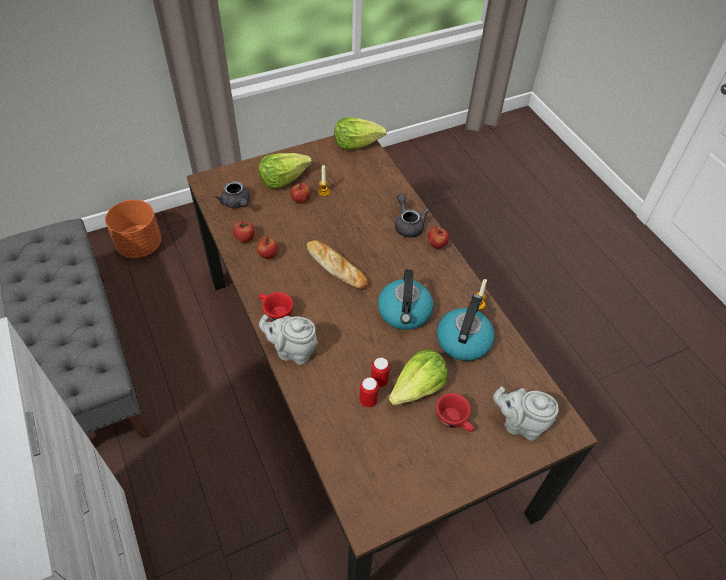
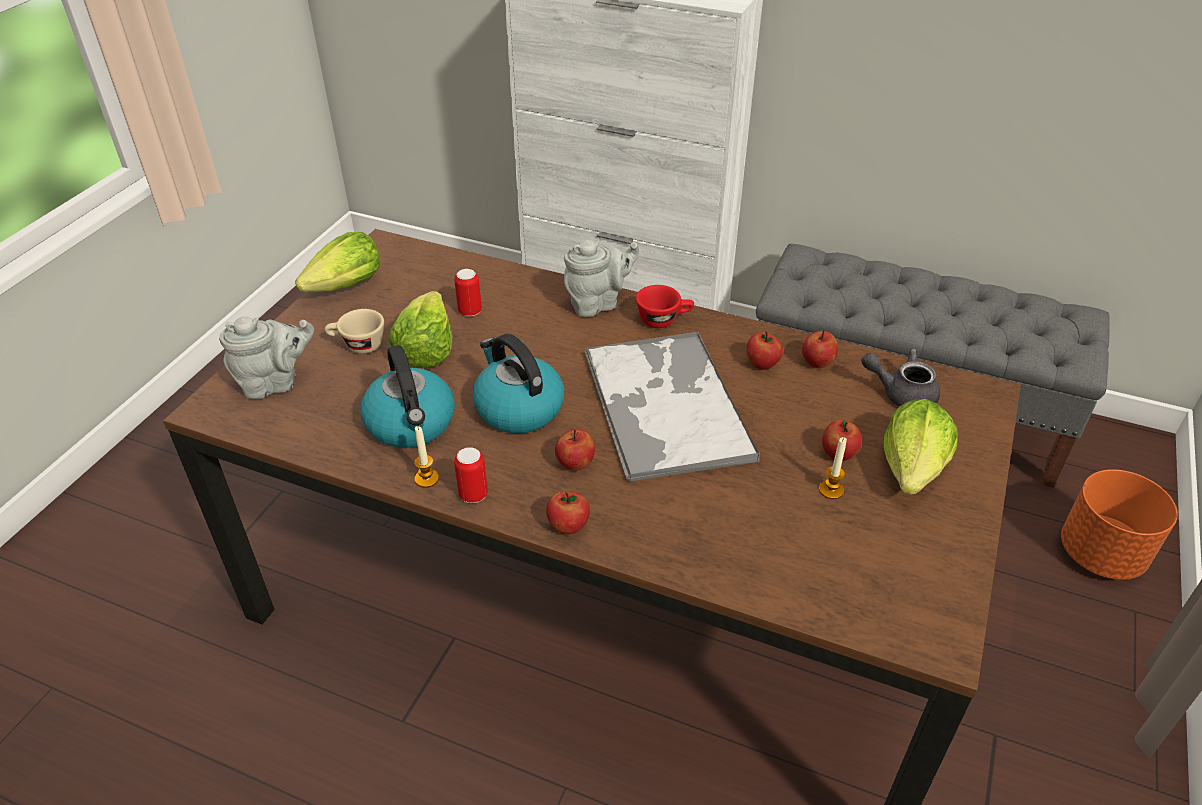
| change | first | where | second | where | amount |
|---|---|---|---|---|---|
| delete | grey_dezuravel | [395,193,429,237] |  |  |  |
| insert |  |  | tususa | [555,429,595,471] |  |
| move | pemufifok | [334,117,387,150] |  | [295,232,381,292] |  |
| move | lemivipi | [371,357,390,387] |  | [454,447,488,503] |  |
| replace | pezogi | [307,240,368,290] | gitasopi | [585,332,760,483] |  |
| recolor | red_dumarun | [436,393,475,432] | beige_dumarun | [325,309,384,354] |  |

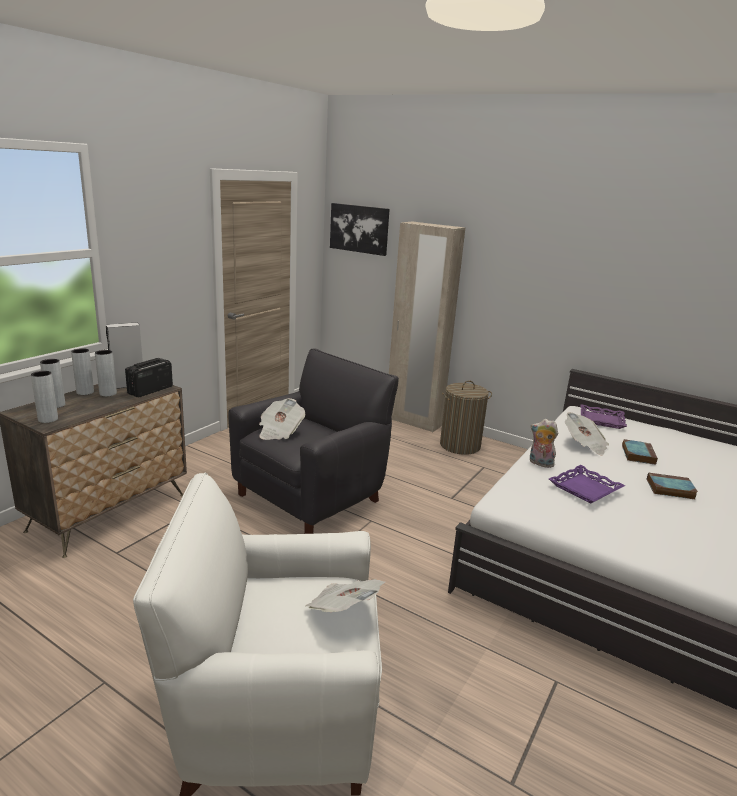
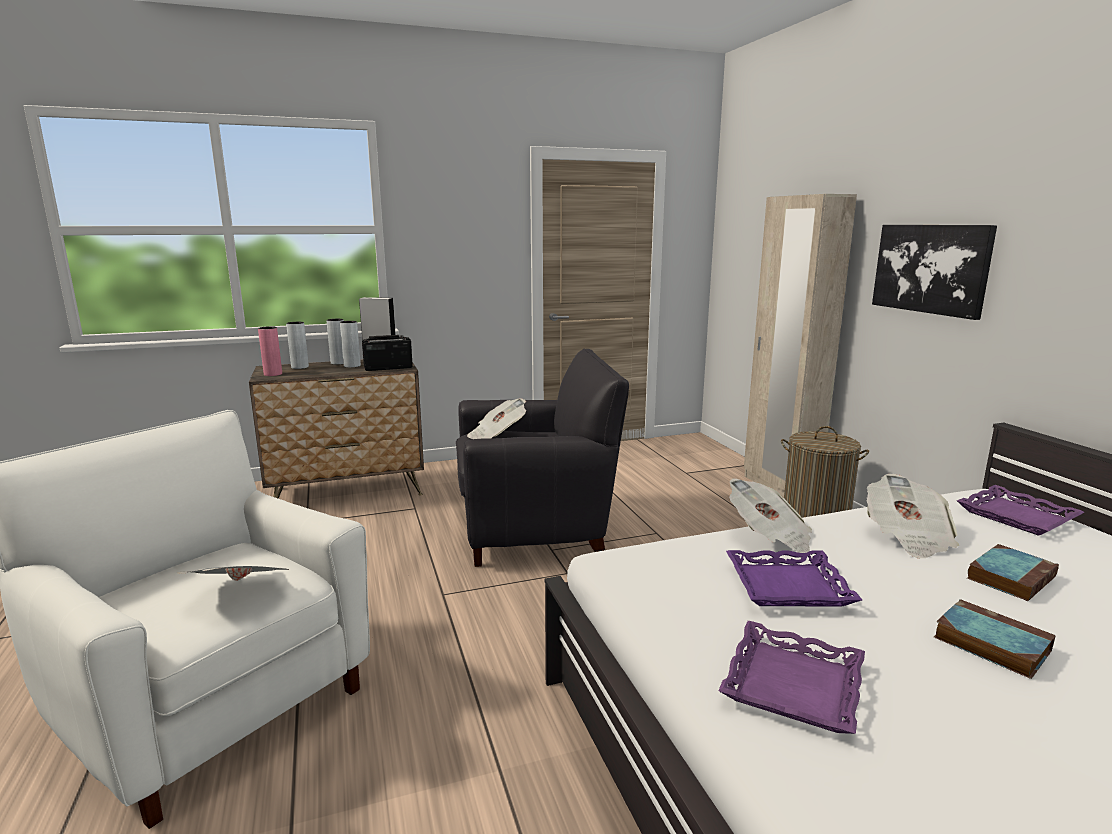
| change | first | where | second | where | amount |
|---|---|---|---|---|---|
| insert |  |  | purple_gitasopi | [718,621,865,734] |  |
| move | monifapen | [330,203,390,256] |  | [872,225,997,320] |  |
| replace | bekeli | [530,419,558,468] | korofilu | [729,478,812,553] |  |
| recolor | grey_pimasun | [31,371,58,423] | pink_pimasun | [258,326,282,376] |  |

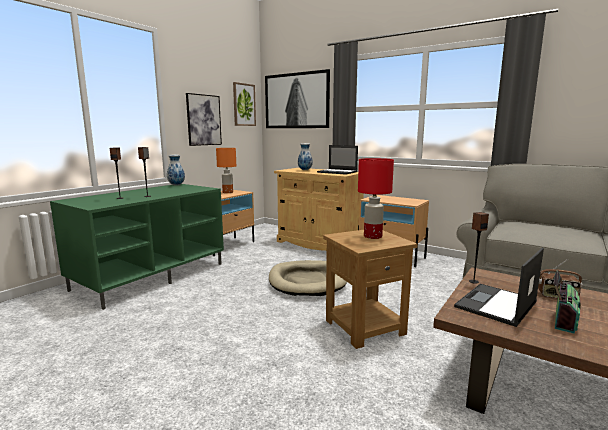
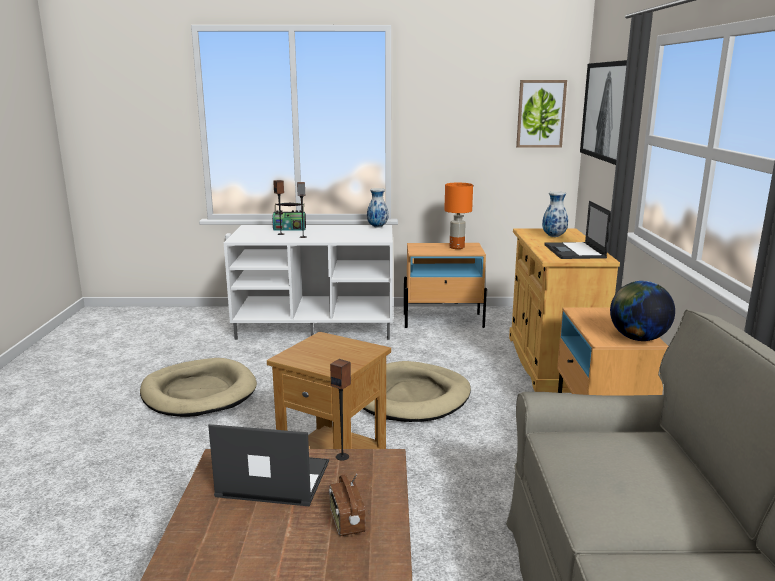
| change | first | where | second | where | amount |
|---|---|---|---|---|---|
| delete | monifapen | [186,93,222,146] |  |  |  |
| delete | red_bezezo | [358,158,394,239] |  |  |  |
| insert |  |  | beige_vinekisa | [140,358,257,417] |  |
| insert |  |  | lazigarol | [610,281,675,341] |  |
| move | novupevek | [553,270,581,334] |  | [272,203,306,231] |  |
| recolor | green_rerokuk | [50,184,224,310] | white_rerokuk | [224,225,393,340] |  |

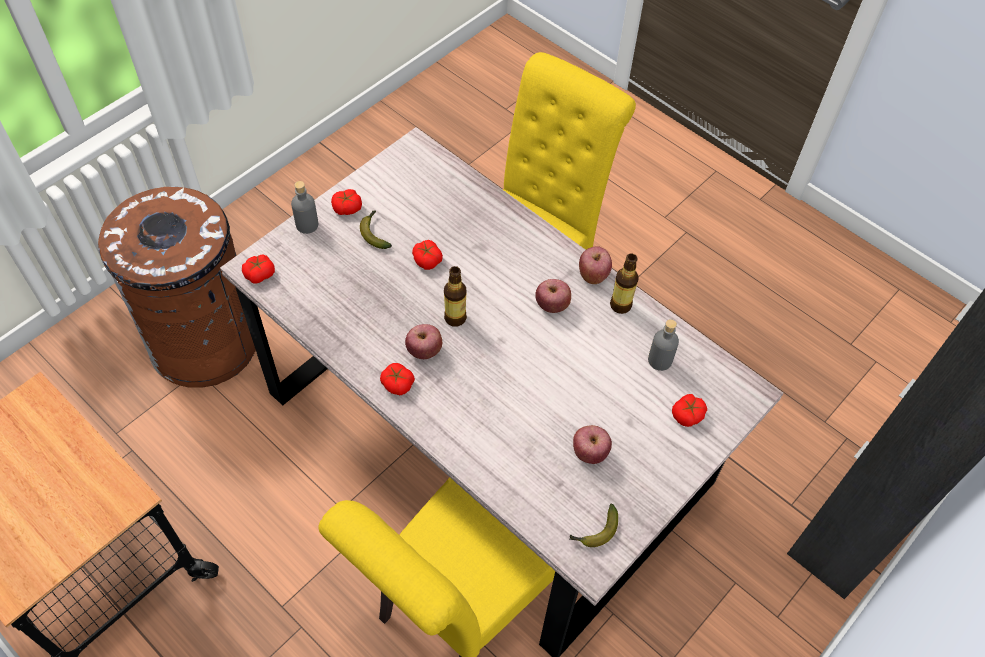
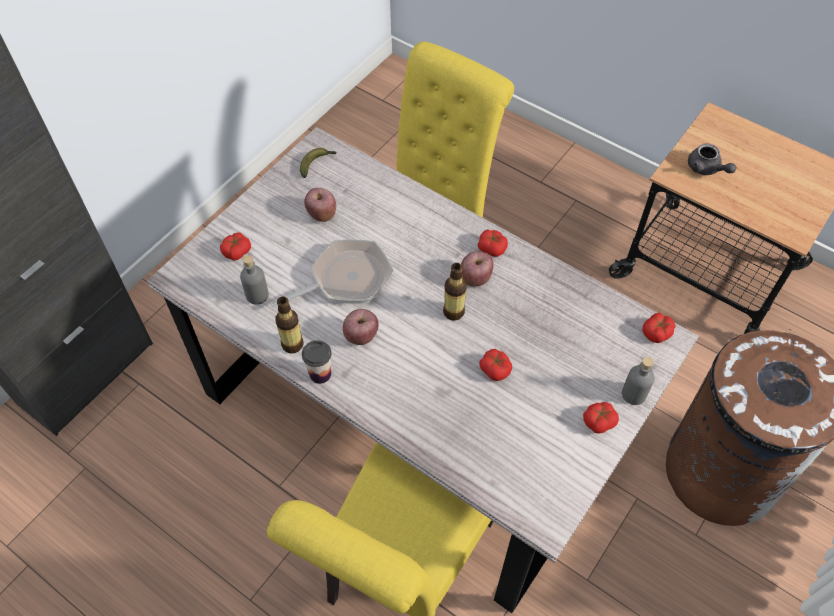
| change | first | where | second | where | amount |
|---|---|---|---|---|---|
| delete | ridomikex | [360,210,392,249] |  |  |  |
| insert |  |  | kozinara | [270,239,394,307] |  |
| insert |  |  | grey_dezuravel | [688,144,736,175] |  |
| replace | tususa | [579,246,612,284] | dumarun | [302,340,332,384] |  |

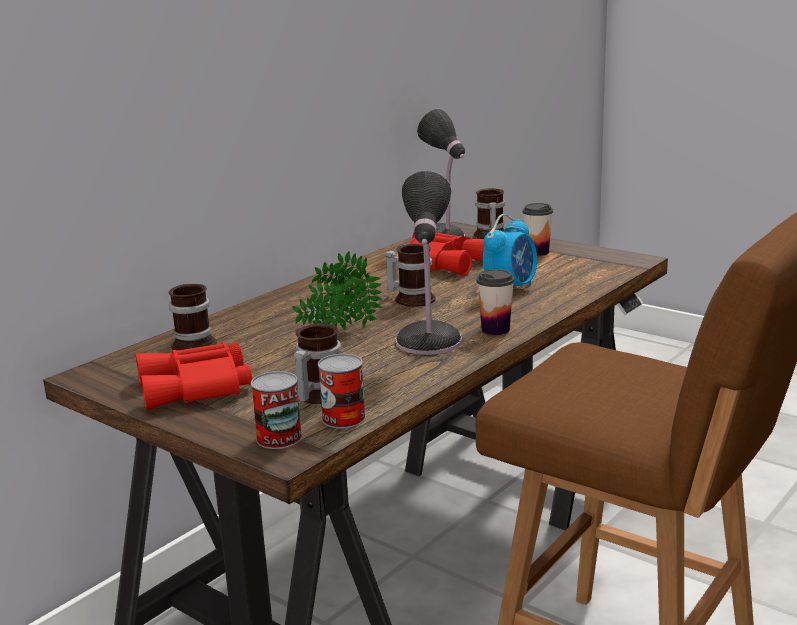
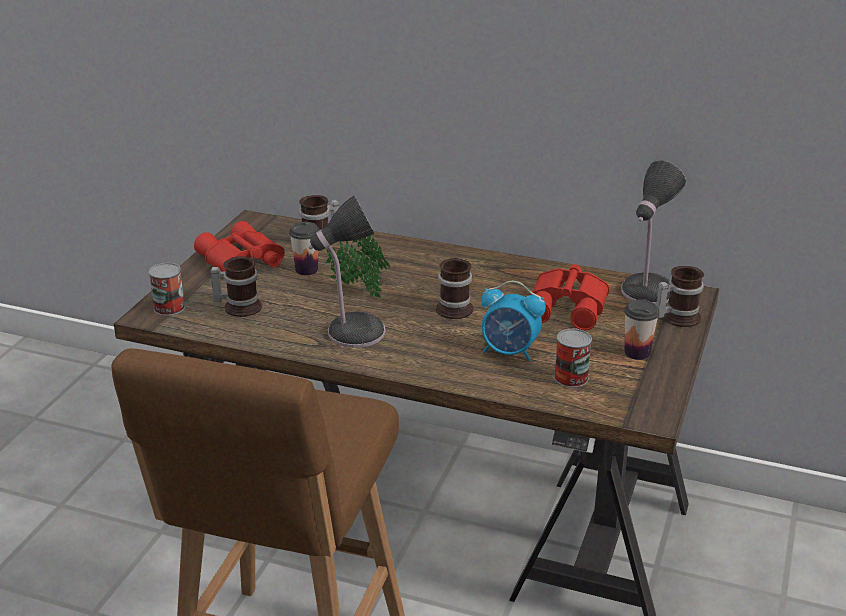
| change | first | where | second | where | amount |
|---|---|---|---|---|---|
| move | lemivipi | [318,354,366,429] |  | [554,329,592,387] |  |
| move | dumarun | [476,269,514,335] |  | [289,222,320,275] |  |

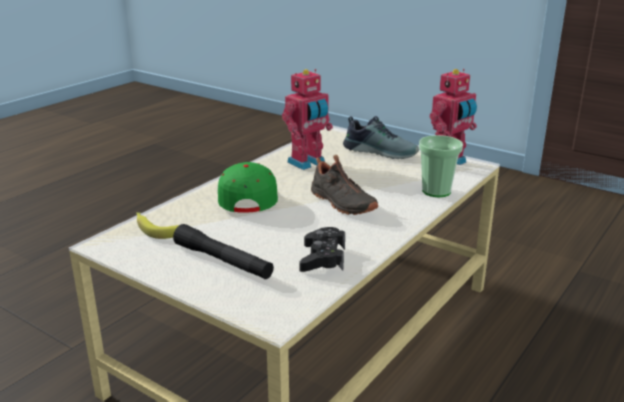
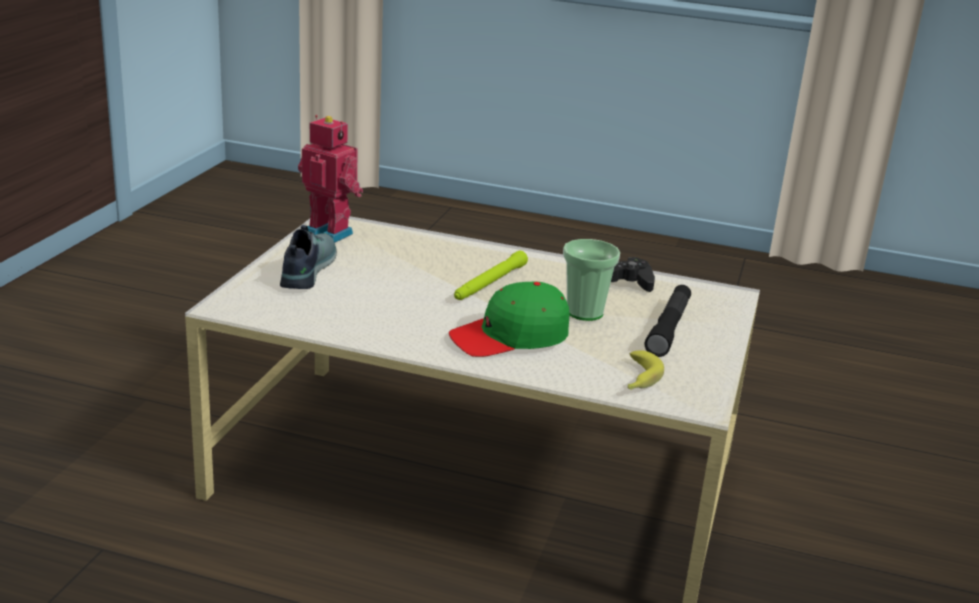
| change | first | where | second | where | amount |
|---|---|---|---|---|---|
| delete | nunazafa | [282,69,333,170] |  |  |  |
| move | dumarun | [419,135,463,197] |  | [563,239,620,321] |  |
| replace | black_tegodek | [311,154,378,215] | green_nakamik | [454,251,528,300] |  |

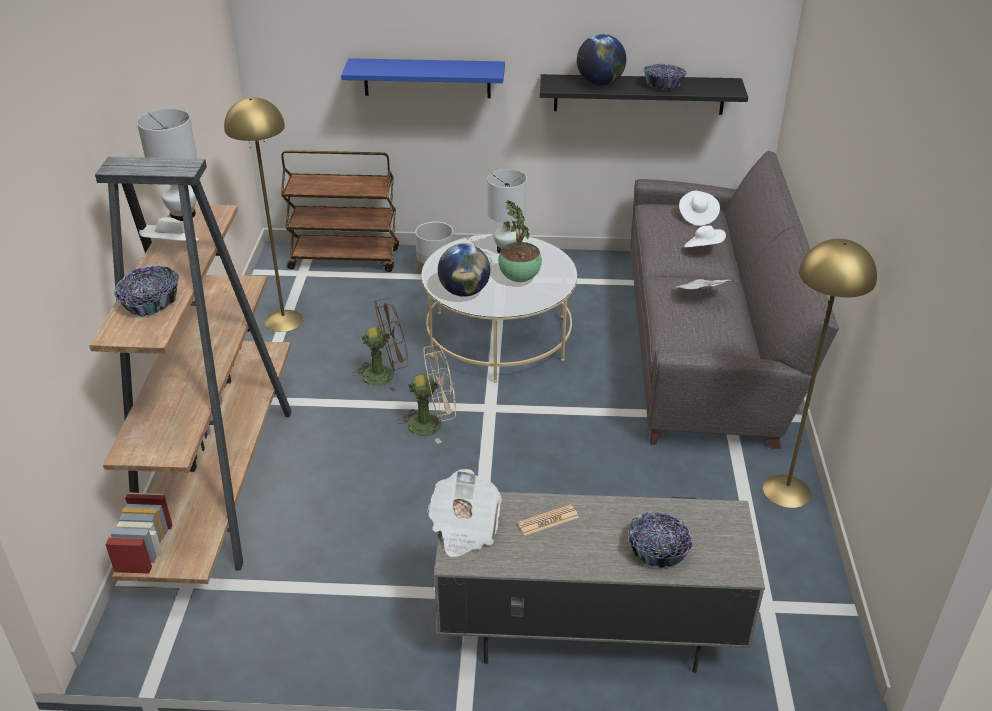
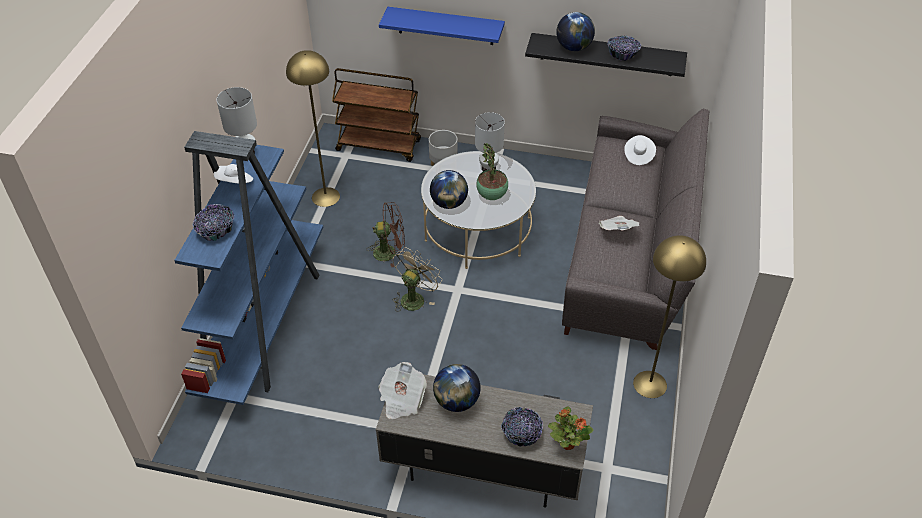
| change | first | where | second | where | amount |
|---|---|---|---|---|---|
| delete | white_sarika | [684,225,726,247] |  |  |  |
| insert |  |  | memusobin | [548,406,593,450] |  |
| replace | korofilu | [517,504,579,536] | lazigarol | [433,364,481,412] |  |
| recolor | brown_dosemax | [89,157,292,584] | blue_dosemax | [174,131,323,405] |  |
| rotate | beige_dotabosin | [397,345,456,444] |  | [393,247,442,312] | 60 degrees counterclockwise |

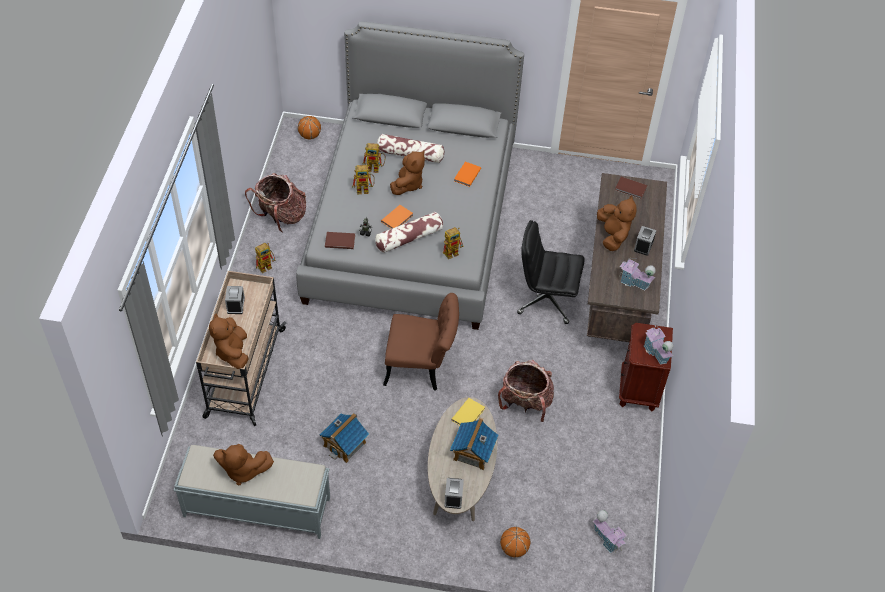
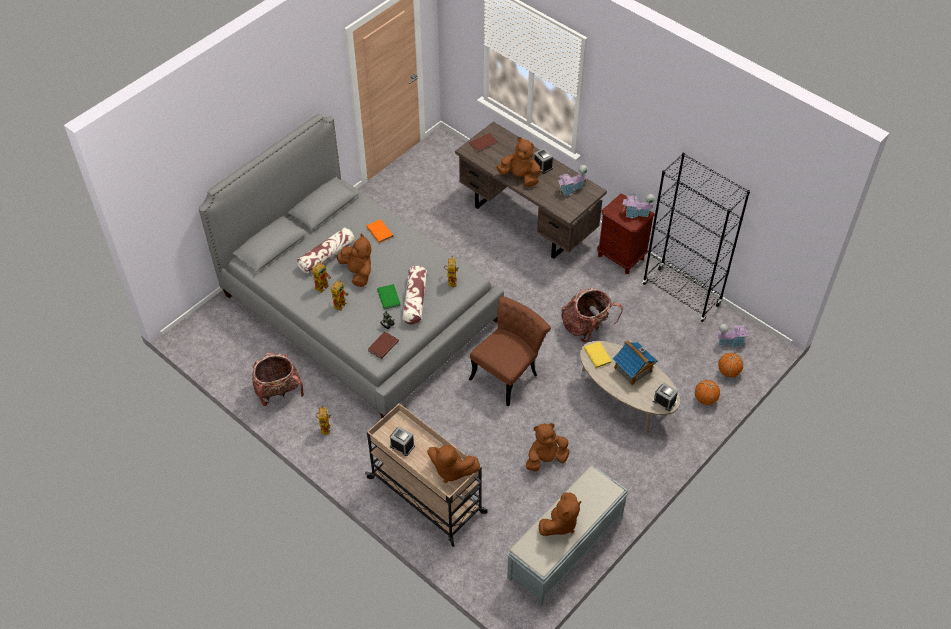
| change | first | where | second | where | amount |
|---|---|---|---|---|---|
| delete | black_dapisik | [517,220,584,324] |  |  |  |
| insert |  |  | black_dosemax | [643,153,750,322] |  |
| move | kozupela | [298,116,321,139] |  | [718,353,743,377] |  |
| replace | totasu | [319,413,369,463] | brown_bekeli | [526,423,570,471] |  |
| recolor | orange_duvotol | [381,205,413,229] | green_duvotol | [377,284,401,310] |  |

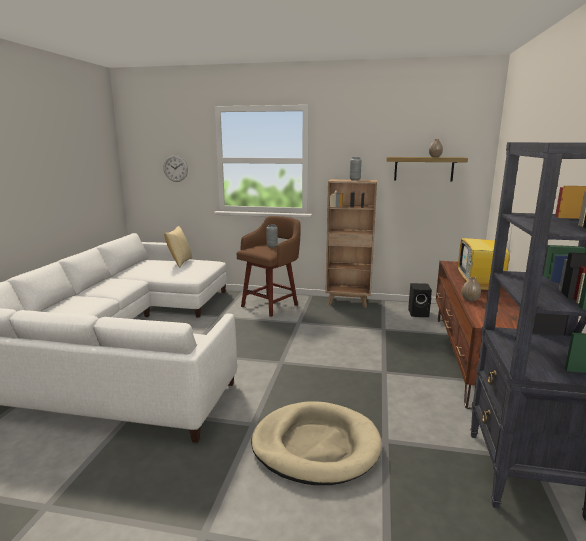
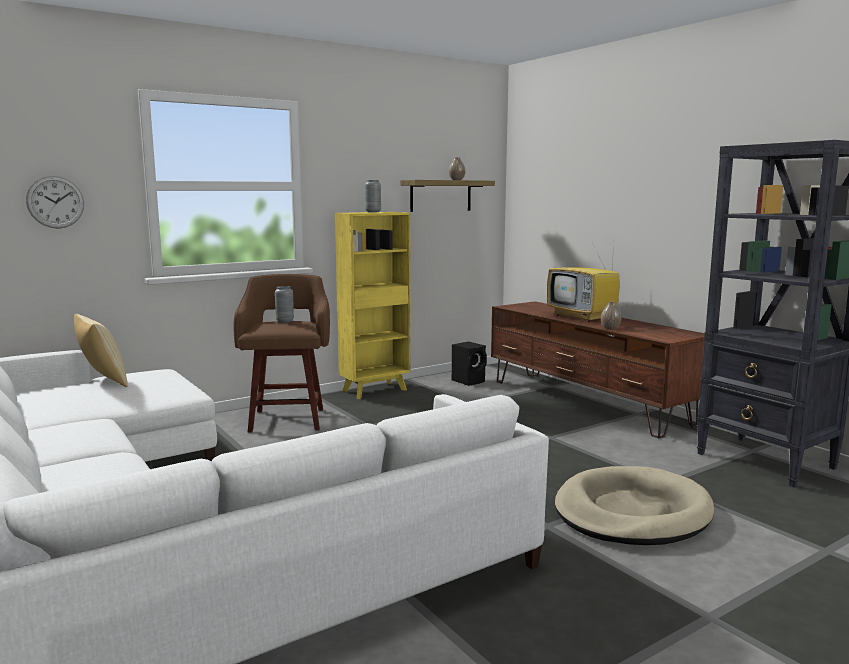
| change | first | where | second | where | amount |
|---|---|---|---|---|---|
| recolor | brown_dosemax | [325,179,377,308] | yellow_dosemax | [335,212,411,399] |  |

